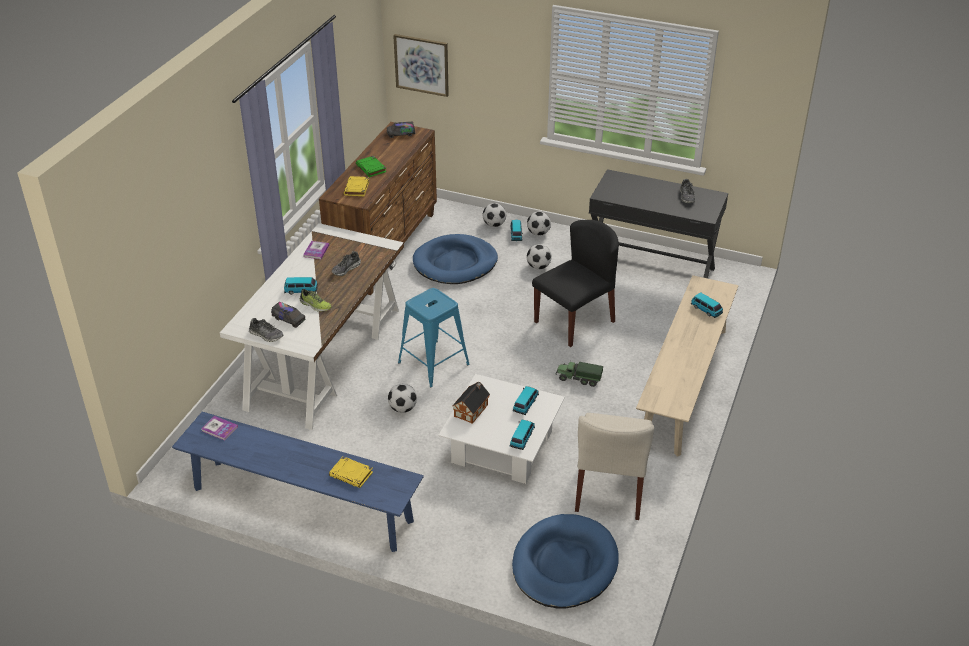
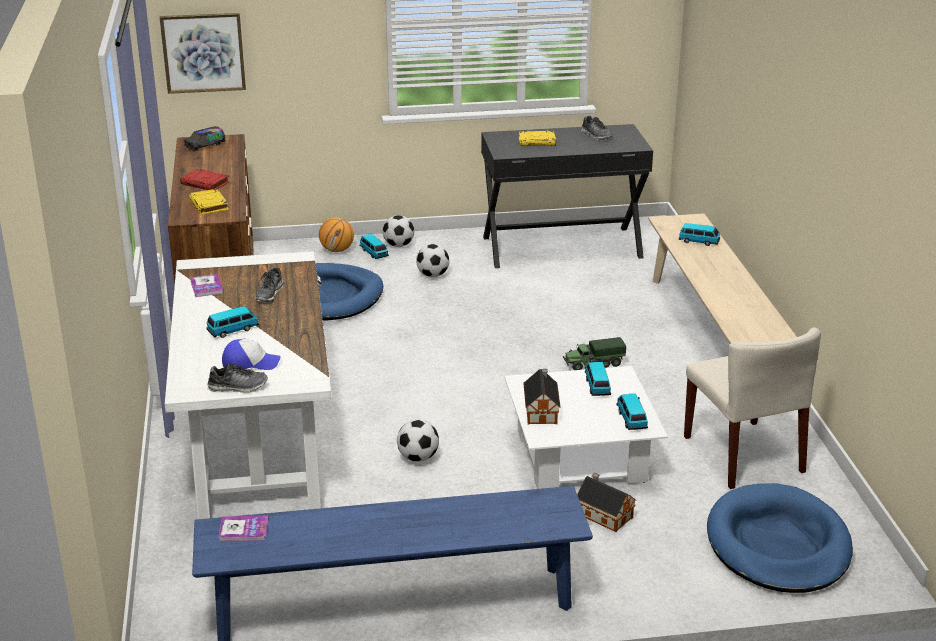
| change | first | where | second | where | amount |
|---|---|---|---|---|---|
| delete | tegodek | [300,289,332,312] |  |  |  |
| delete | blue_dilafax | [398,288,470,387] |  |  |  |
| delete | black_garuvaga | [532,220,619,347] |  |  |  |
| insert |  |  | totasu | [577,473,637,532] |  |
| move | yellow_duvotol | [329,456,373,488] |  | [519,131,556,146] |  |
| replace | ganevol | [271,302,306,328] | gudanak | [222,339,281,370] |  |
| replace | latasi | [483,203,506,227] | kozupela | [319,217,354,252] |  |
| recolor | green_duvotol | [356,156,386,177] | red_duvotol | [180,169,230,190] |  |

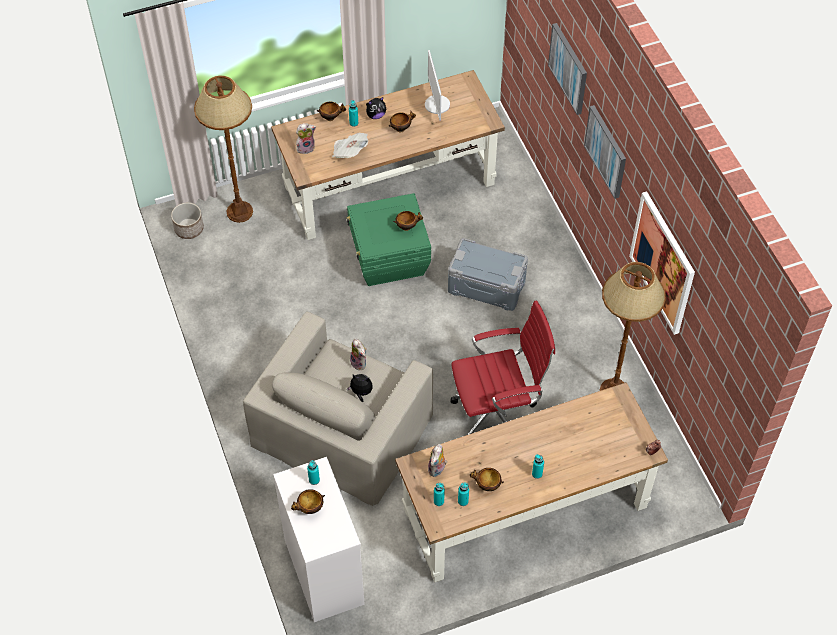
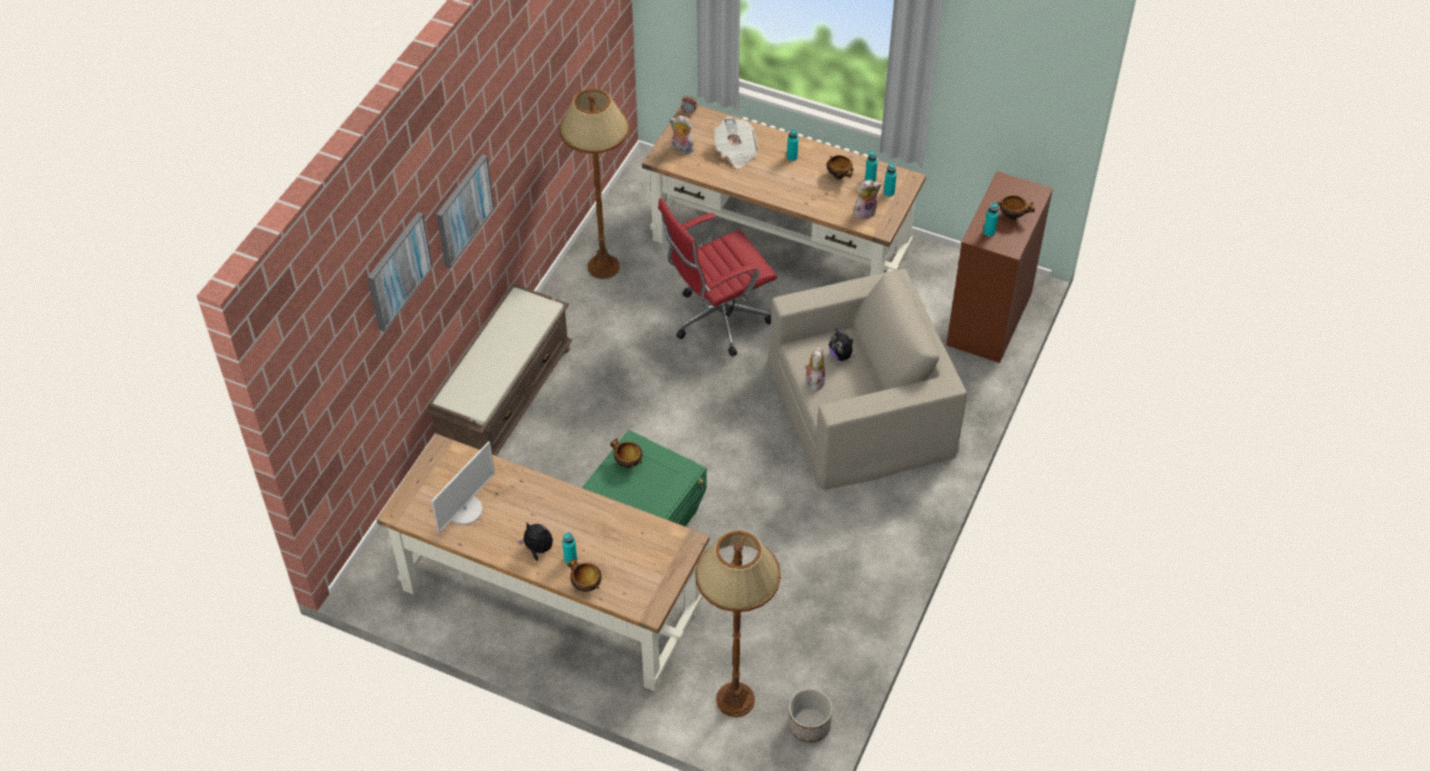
| change | first | where | second | where | amount |
|---|---|---|---|---|---|
| delete | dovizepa | [389,111,416,133] |  |  |  |
| delete | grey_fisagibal | [448,238,528,311] |  |  |  |
| delete | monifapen | [629,191,695,335] |  |  |  |
| insert |  |  | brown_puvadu | [426,284,573,456] |  |
| move | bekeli | [296,123,316,154] |  | [669,116,694,154] |  |
| move | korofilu | [332,133,368,158] |  | [714,116,758,168] |  |
| recolor | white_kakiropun | [273,457,365,622] | brown_kakiropun | [946,171,1053,363] |  |
| rotate | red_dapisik | [451,300,555,435] |  | [658,198,777,357] | 60 degrees counterclockwise |

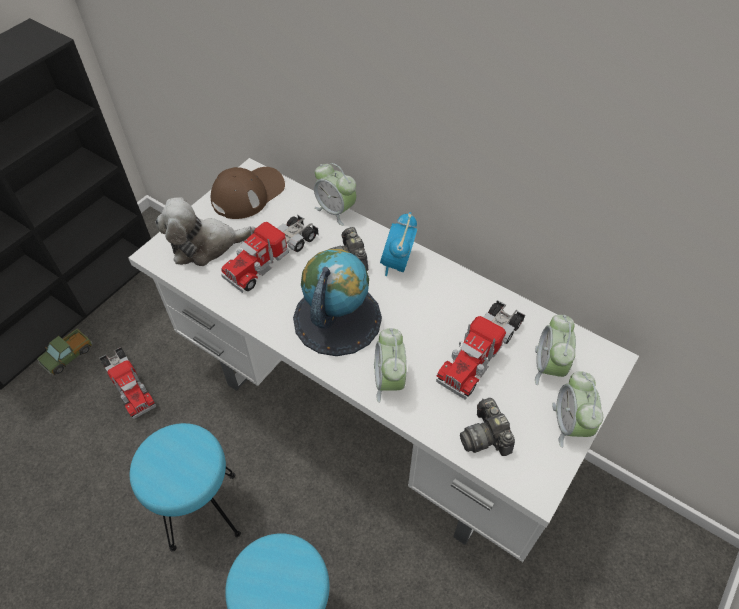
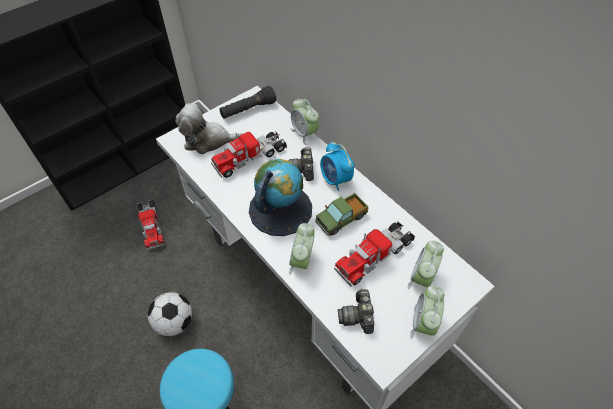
| change | first | where | second | where | amount |
|---|---|---|---|---|---|
| move | ganevol | [37,329,93,376] |  | [315,193,368,236] |  |
| replace | turquoise_dilafax | [130,423,241,552] | latasi | [148,292,192,336] |  |
| replace | brown_gudanak | [211,167,285,219] | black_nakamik | [220,86,276,119] |  |
| rotate | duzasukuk | [380,212,417,276] |  | [320,141,354,191] | 60 degrees counterclockwise |

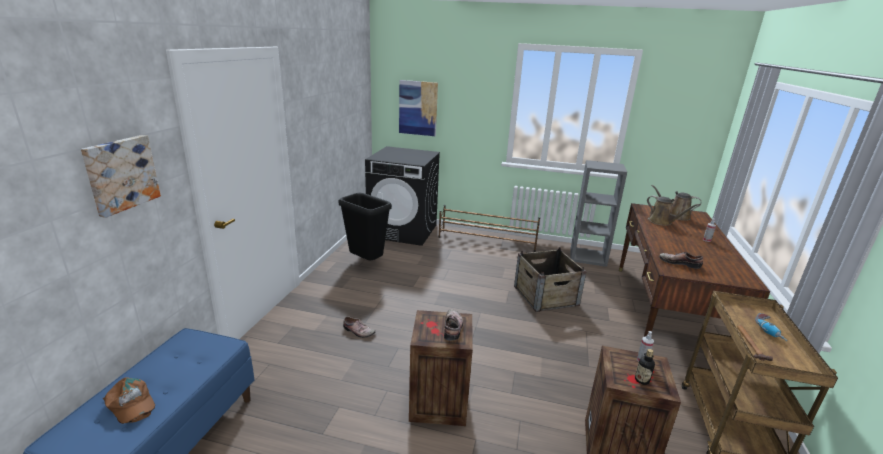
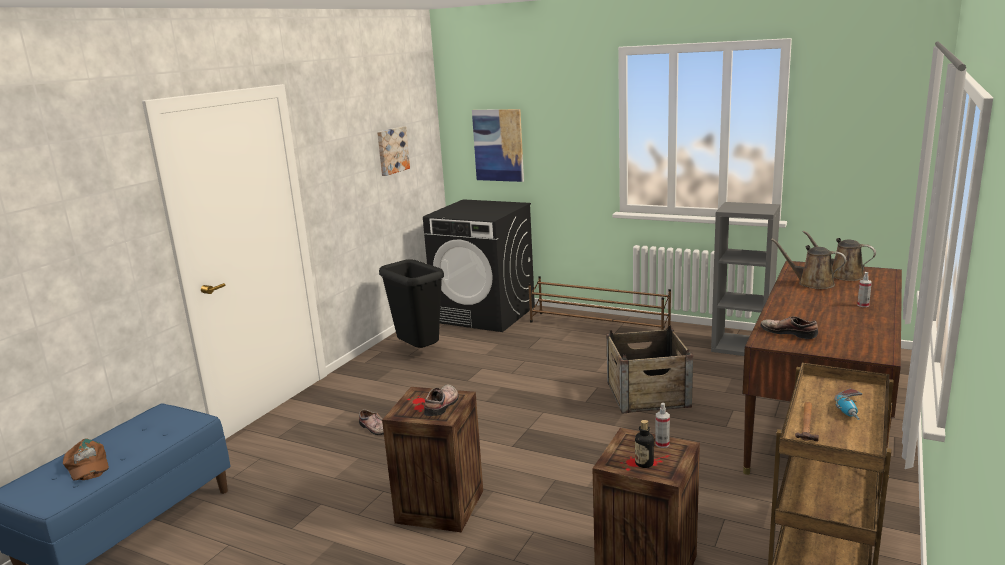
| change | first | where | second | where | amount |
|---|---|---|---|---|---|
| move | monifapen | [81,135,161,218] |  | [377,126,410,176] |  |
| rotate | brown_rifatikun | [647,195,700,226] |  | [771,238,846,289] | 150 degrees clockwise |

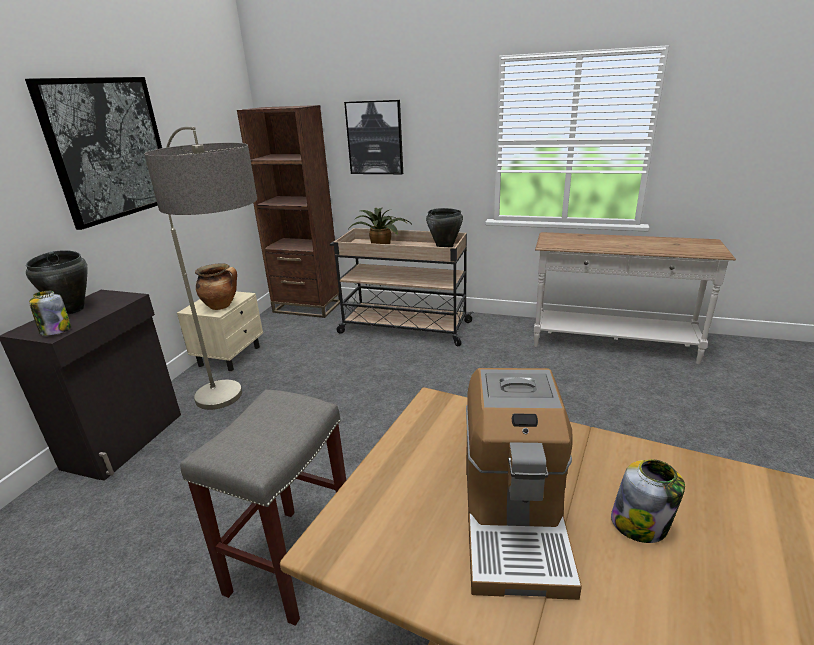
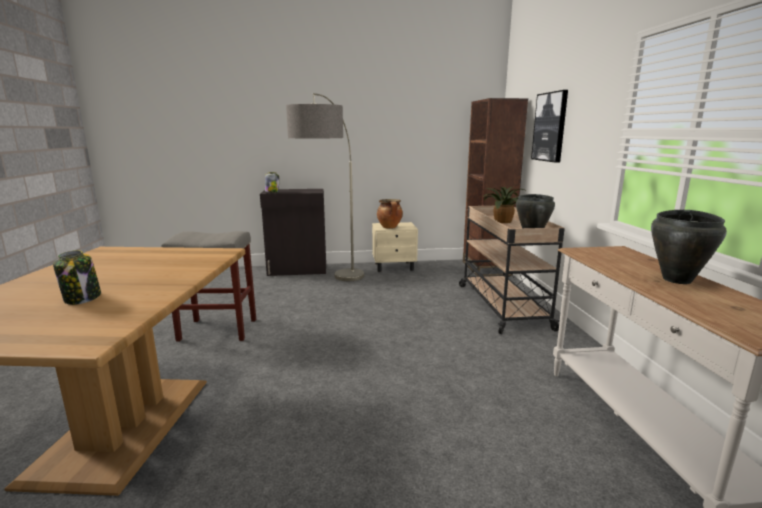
| change | first | where | second | where | amount |
|---|---|---|---|---|---|
| delete | monifapen | [25,77,162,230] |  |  |  |
| delete | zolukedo | [466,368,582,600] |  |  |  |
| move | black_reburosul | [26,250,88,314] |  | [651,210,727,284] |  |

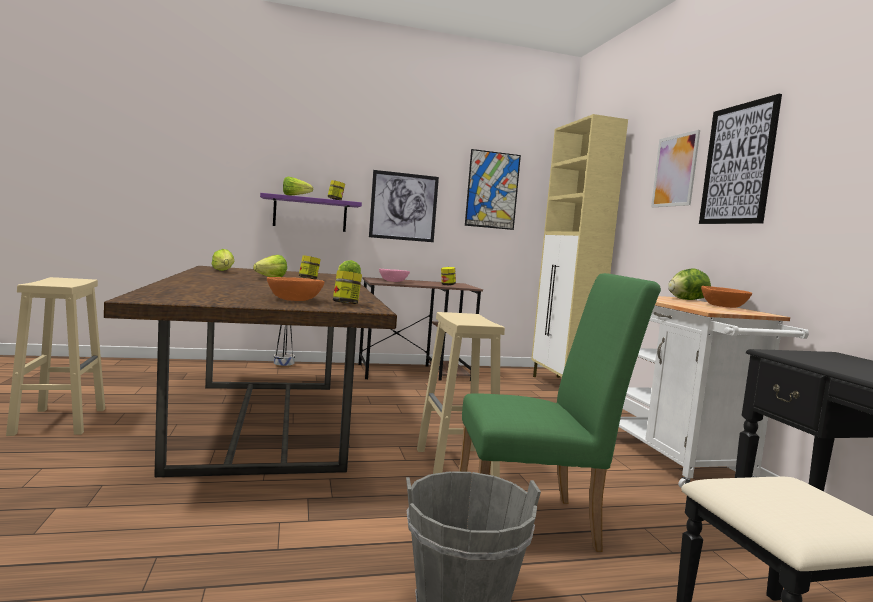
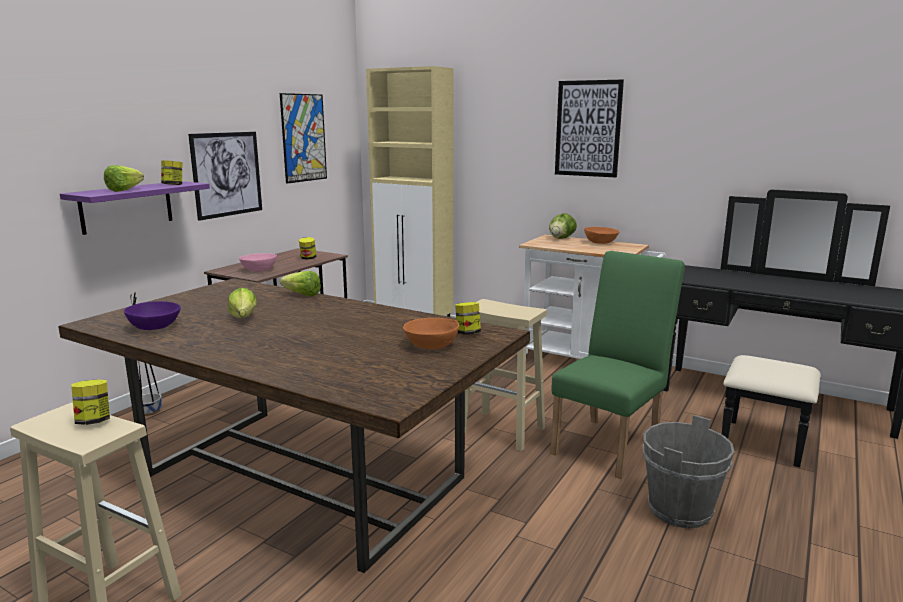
| change | first | where | second | where | amount |
|---|---|---|---|---|---|
| delete | monifapen | [651,130,700,207] |  |  |  |
| move | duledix | [299,255,321,279] |  | [71,379,110,425] |  |
| replace | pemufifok | [212,249,235,271] | purple_dovizepa | [124,301,181,330] |  |

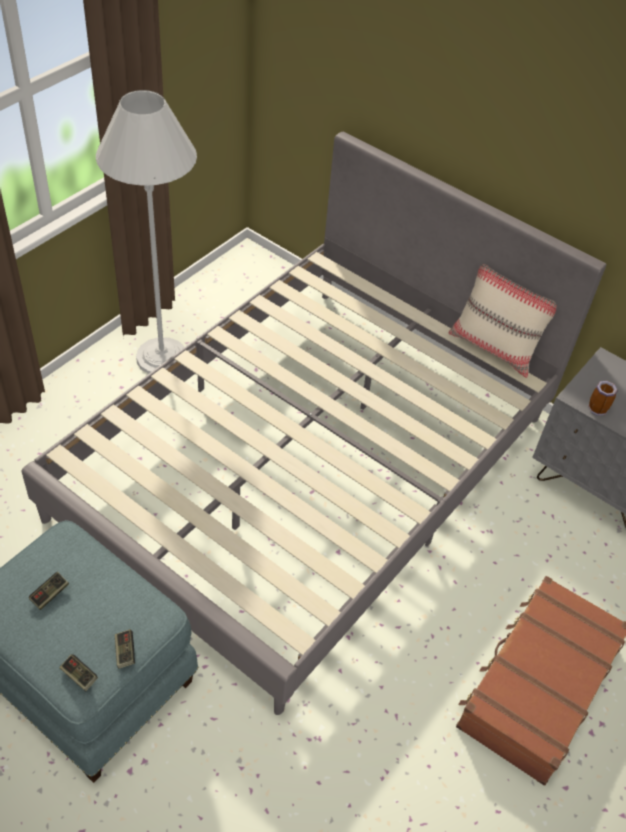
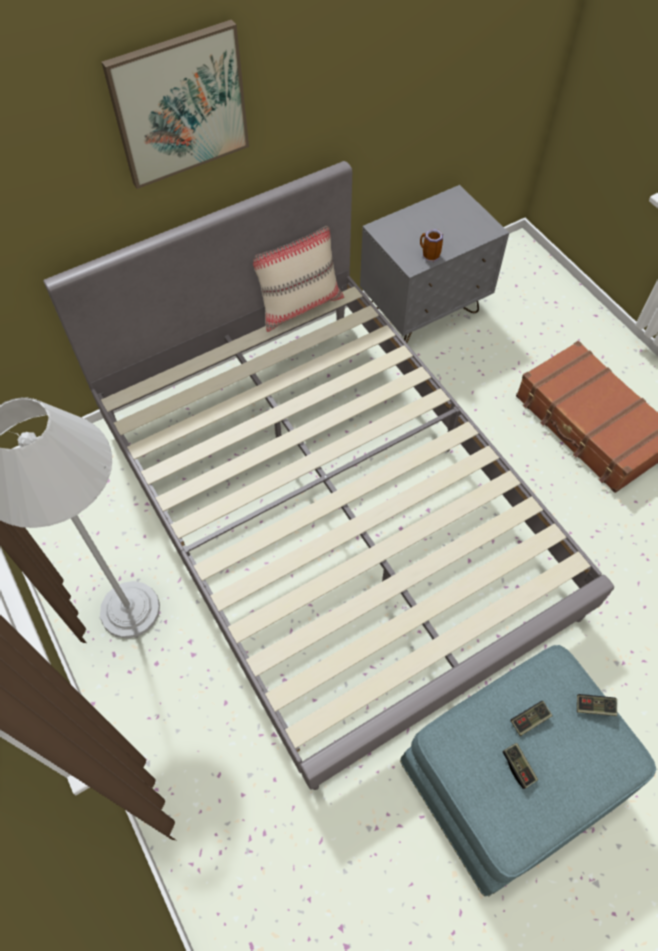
| change | first | where | second | where | amount |
|---|---|---|---|---|---|
| insert |  |  | monifapen | [102,20,249,189] |  |
| move | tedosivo | [59,654,98,691] |  | [511,701,553,736] |  |

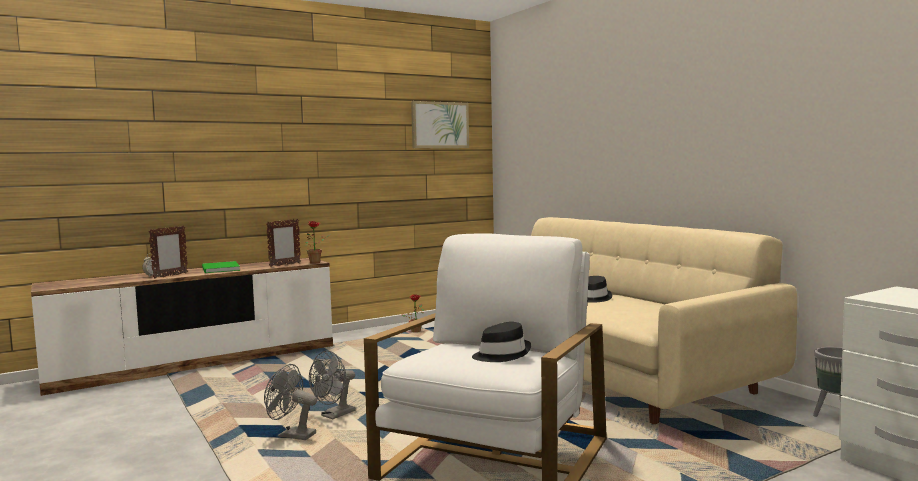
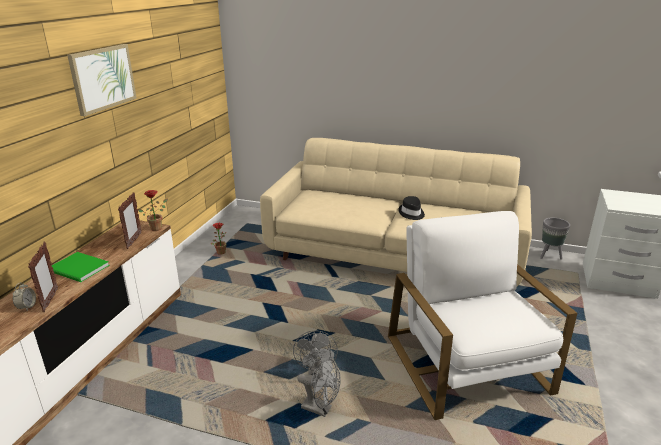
| change | first | where | second | where | amount |
|---|---|---|---|---|---|
| delete | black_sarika | [472,322,531,362] |  |  |  |
| move | monifapen | [411,101,469,148] |  | [67,44,136,116] |  |
| rotate | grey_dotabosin | [264,364,317,440] |  | [297,358,341,417] | 135 degrees counterclockwise |

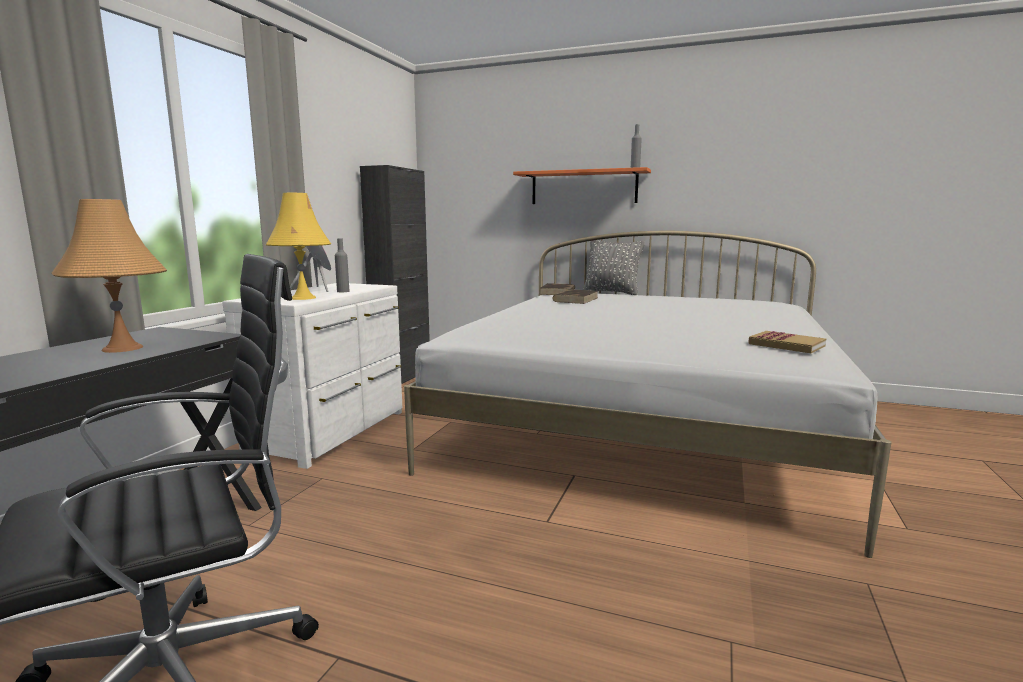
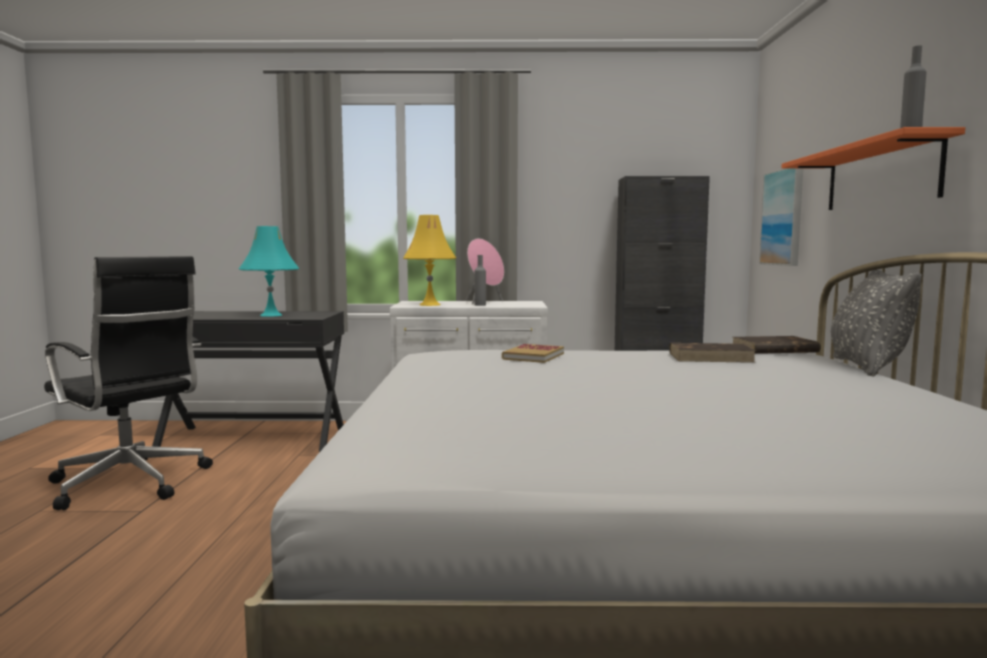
| change | first | where | second | where | amount |
|---|---|---|---|---|---|
| insert |  |  | monifapen | [759,169,803,266] |  |
| move | duvotol | [748,331,826,353] |  | [502,344,564,363] |  |
| recolor | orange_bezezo | [51,199,167,353] | turquoise_bezezo | [239,226,299,317] |  |

